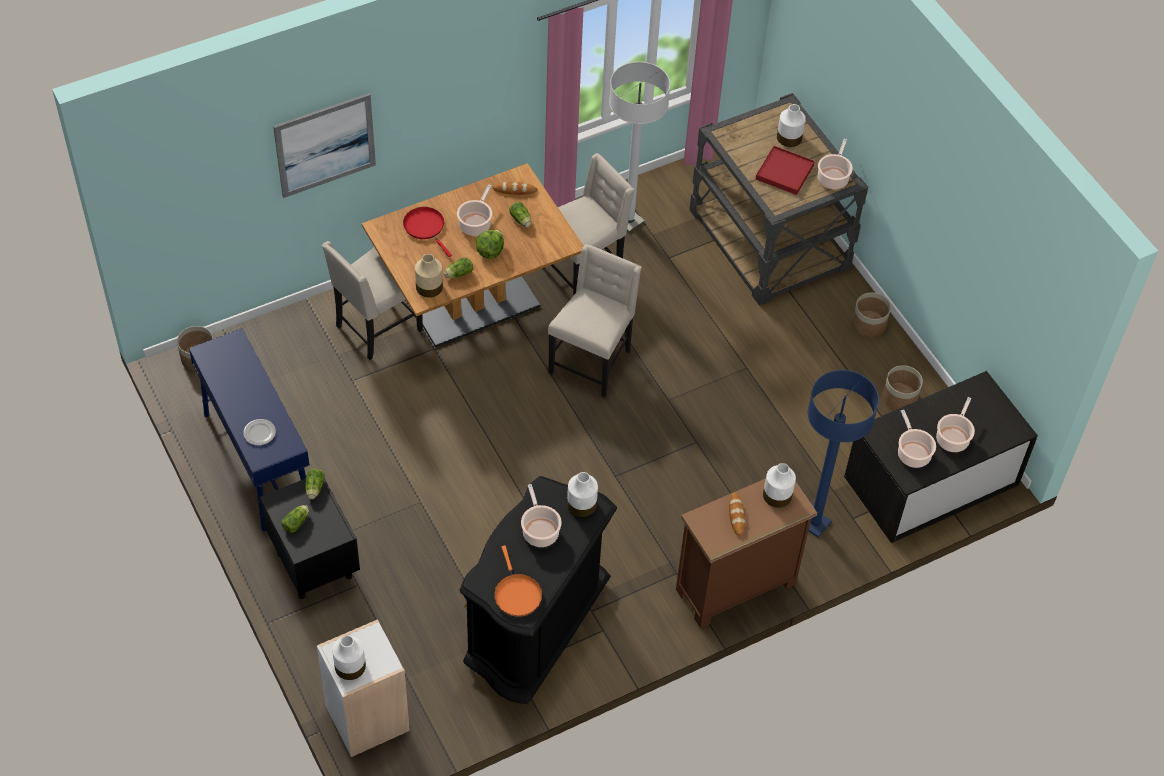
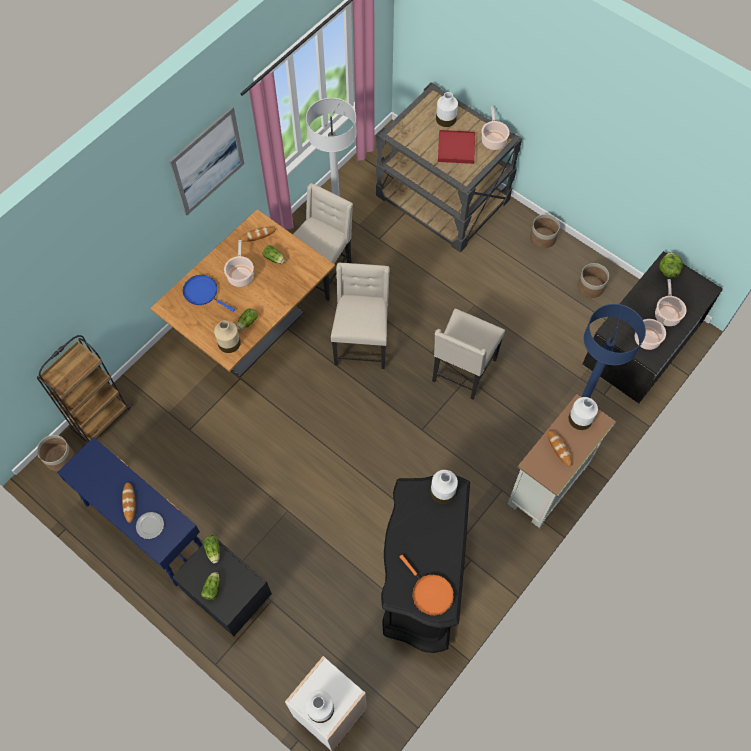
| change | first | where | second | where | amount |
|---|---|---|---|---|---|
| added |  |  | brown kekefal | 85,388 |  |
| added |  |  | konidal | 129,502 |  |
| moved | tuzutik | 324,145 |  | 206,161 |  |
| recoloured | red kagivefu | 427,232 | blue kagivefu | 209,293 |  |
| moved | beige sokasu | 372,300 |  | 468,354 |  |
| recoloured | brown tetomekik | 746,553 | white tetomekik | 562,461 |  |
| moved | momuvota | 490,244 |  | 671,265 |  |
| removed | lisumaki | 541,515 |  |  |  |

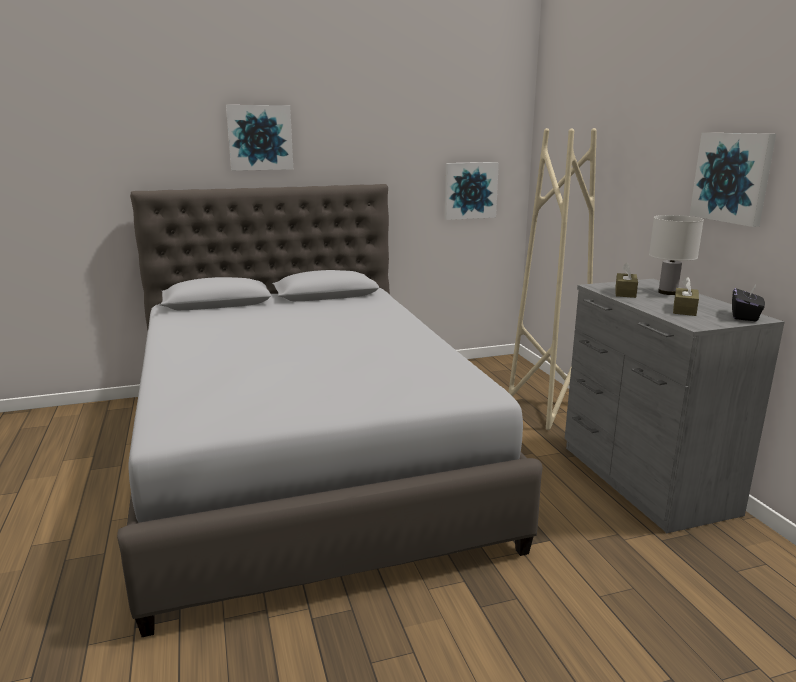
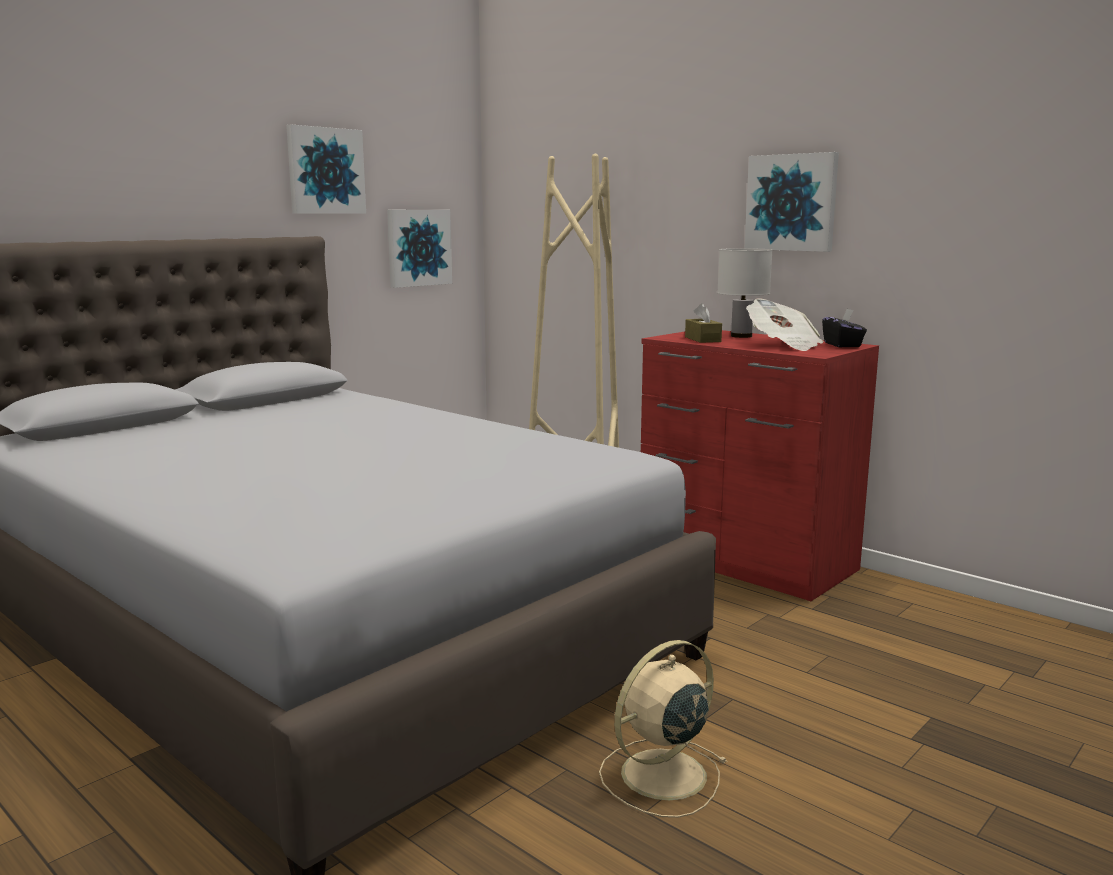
| change | first | where | second | where | amount |
|---|---|---|---|---|---|
| moved | tuzutik | 259,138 |  | 326,169 |  |
| added |  |  | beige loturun | 663,729 |  |
| recoloured | grey tetomekik | 675,406 | red tetomekik | 760,465 |  |
| replaced | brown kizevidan | 686,296 | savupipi | 785,324 |  |

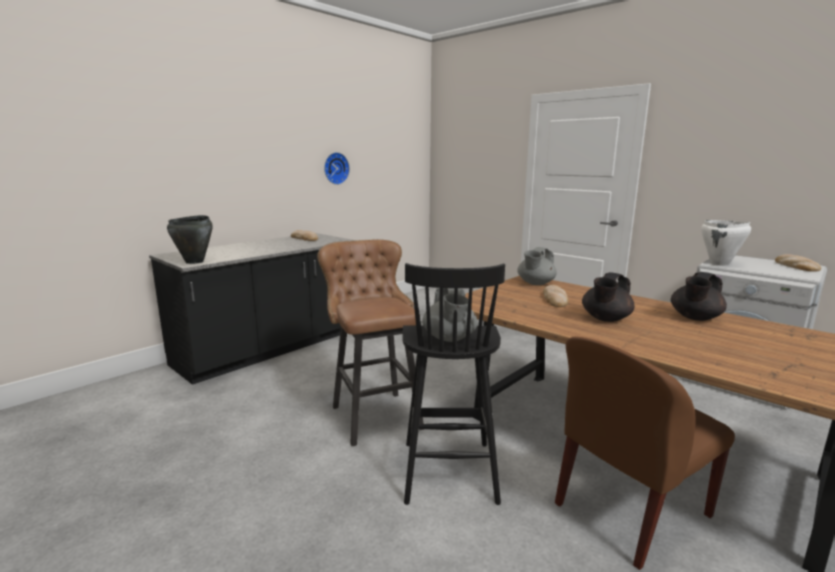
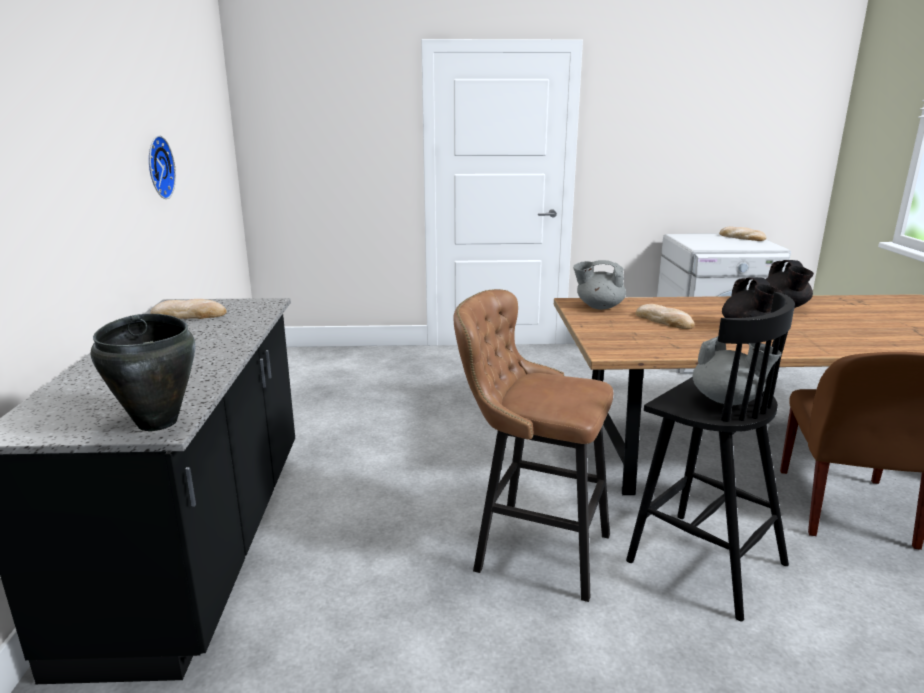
| change | first | where | second | where | amount |
|---|---|---|---|---|---|
| turned | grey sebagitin | 537,266 |  | 599,285 | 105 degrees clockwise |
| removed | white lisumaki | 726,243 |  |  |  |

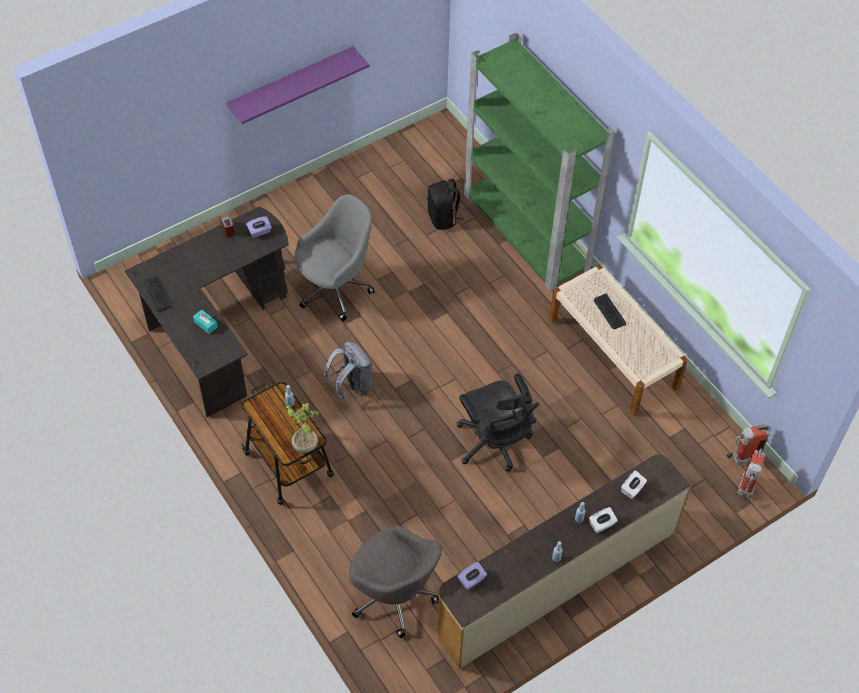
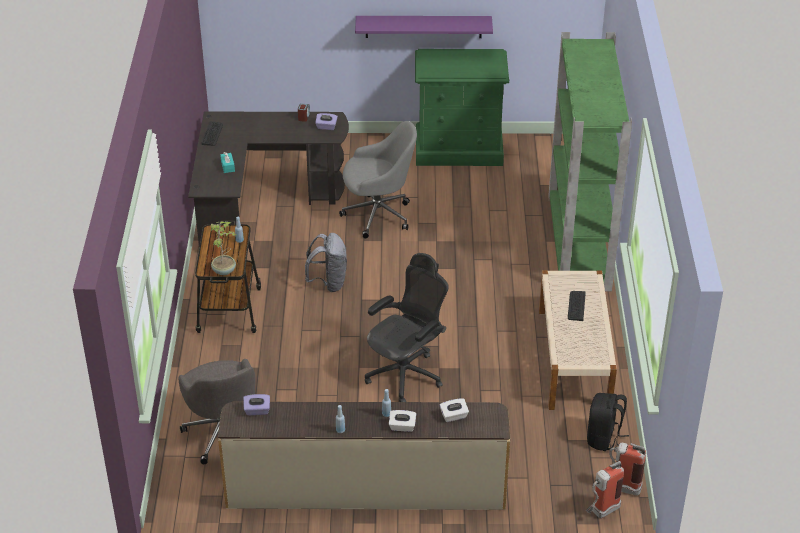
| change | first | where | second | where | amount |
|---|---|---|---|---|---|
| turned | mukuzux | 498,423 |  | 407,327 | 150 degrees counterclockwise |
| added |  |  | green tetomekik | 462,107 |  |
| moved | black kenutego | 445,204 |  | 608,422 |  |

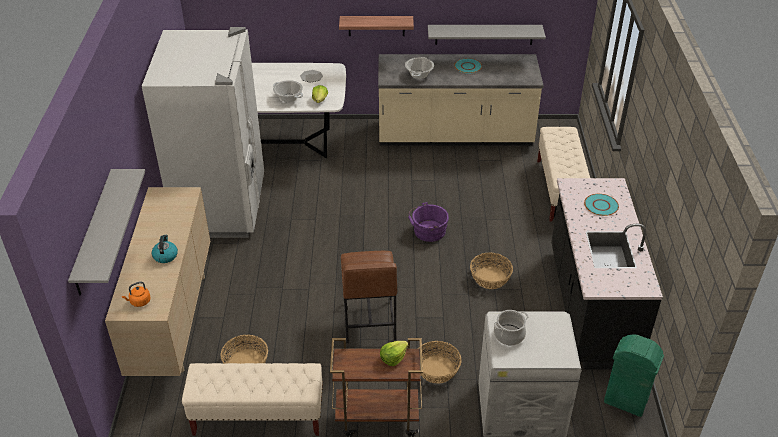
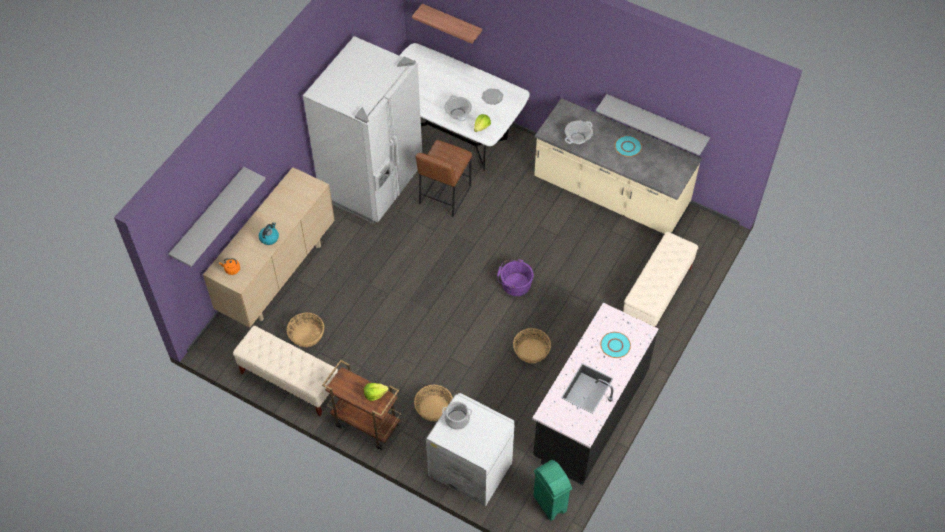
| change | first | where | second | where | amount |
|---|---|---|---|---|---|
| moved | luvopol | 376,26 |  | 447,24 |  |
| moved | brown sokasu | 369,297 |  | 443,178 |  |

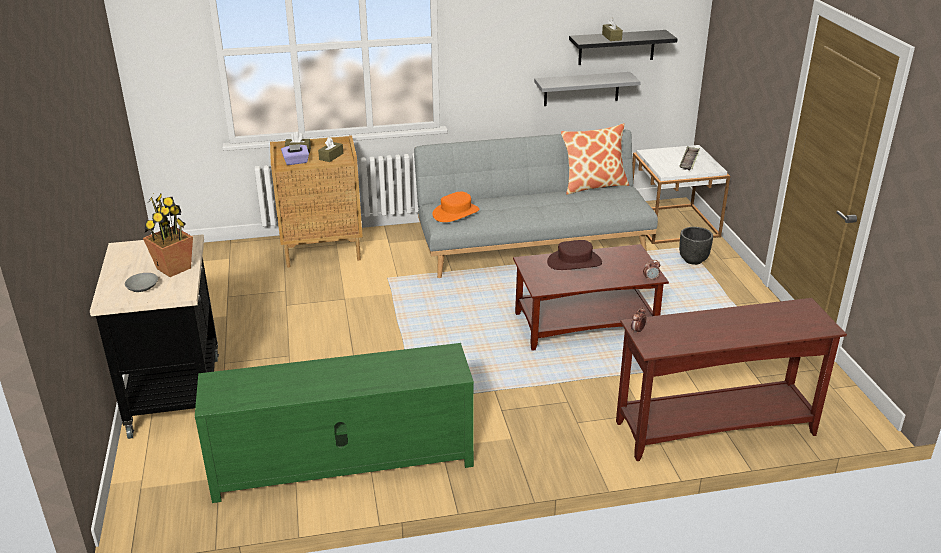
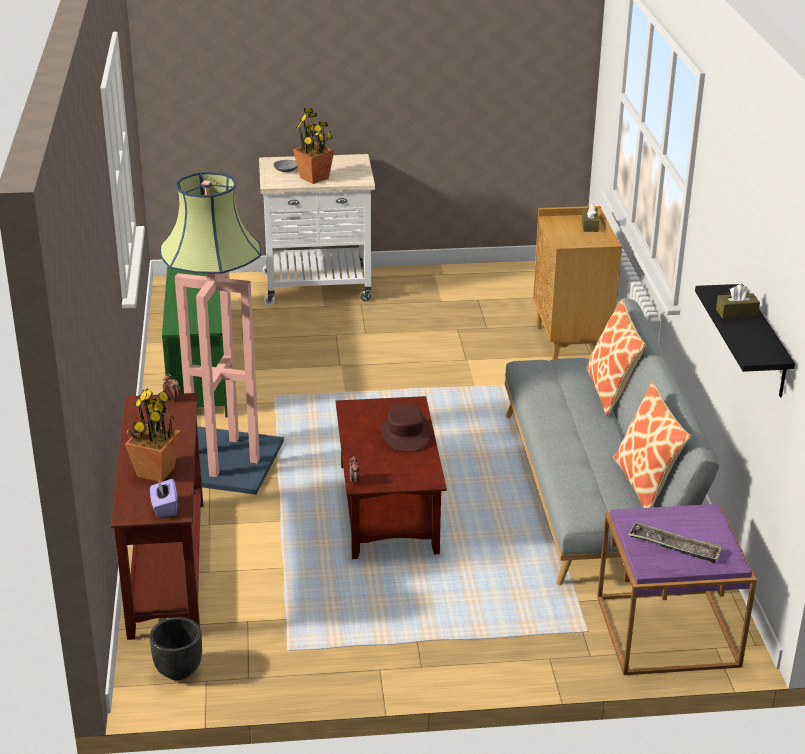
| change | first | where | second | where | amount |
|---|---|---|---|---|---|
| added |  |  | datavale | 152,435 |  |
| moved | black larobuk | 696,246 |  | 175,648 |  |
| moved | purple kizevidan | 295,154 |  | 163,498 |  |
| added |  |  | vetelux | 222,333 |  |
| recoloured | black kekefal | 154,336 | white kekefal | 317,229 |  |
| added |  |  | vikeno | 616,357 |  |
| recoloured | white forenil | 681,194 | purple forenil | 677,589 |  |
| removed | brown kizevidan | 330,149 |  |  |  |
| removed | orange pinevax | 455,207 |  |  |  |
| removed | grey luvopol | 587,89 |  |  |  |

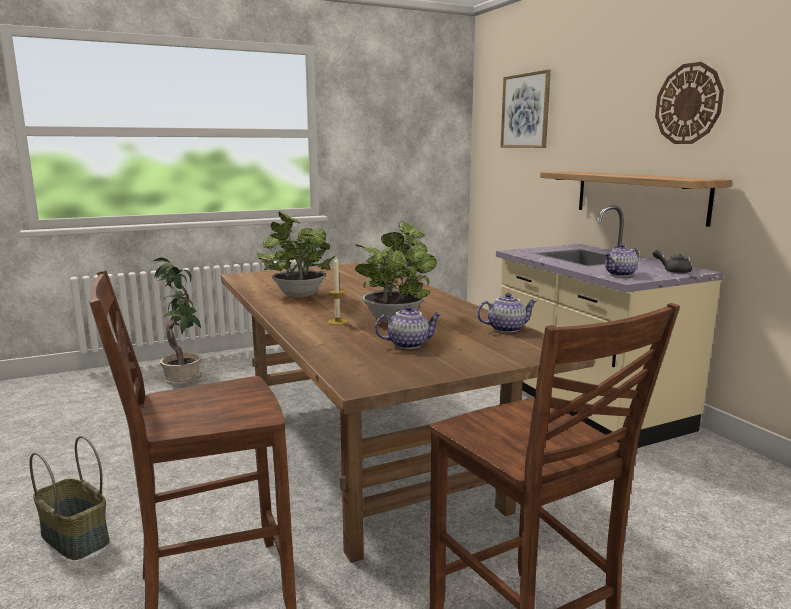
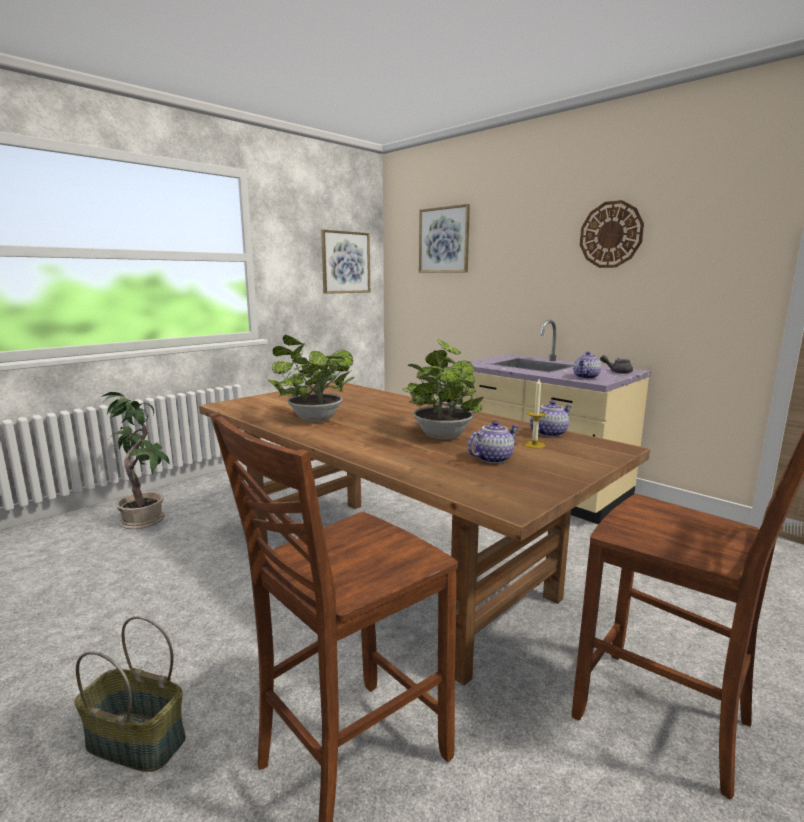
| change | first | where | second | where | amount |
|---|---|---|---|---|---|
| added |  |  | tuzutik | 345,262 |  |
| moved | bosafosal | 337,291 |  | 535,413 |  |
| removed | luvopol | 636,199 |  |  |  |

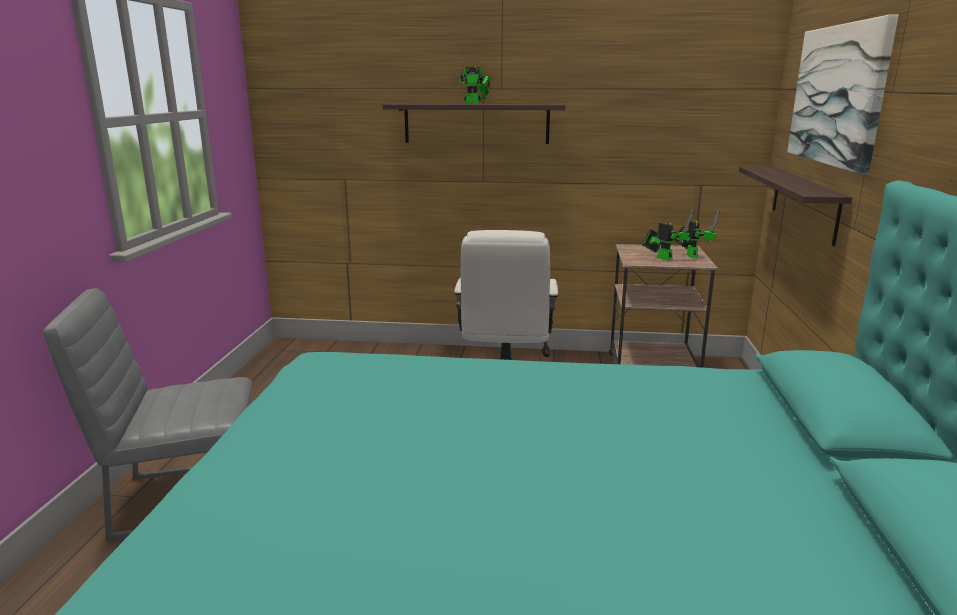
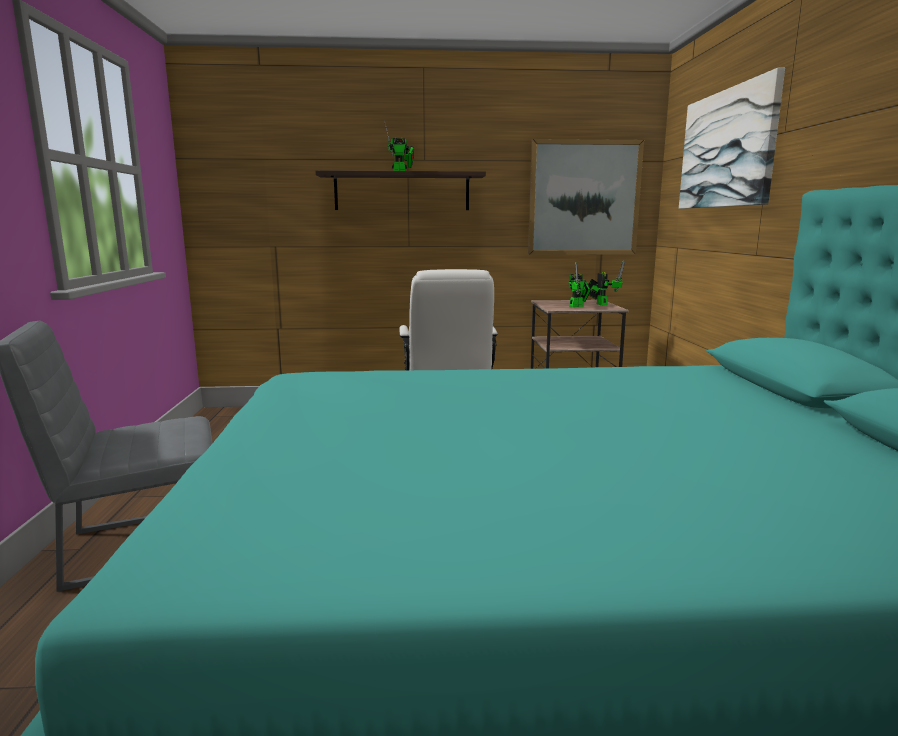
| change | first | where | second | where | amount |
|---|---|---|---|---|---|
| added |  |  | tuzutik | 586,197 |  |
| turned | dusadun | 668,235 |  | 580,284 | 105 degrees clockwise |
| removed | luvopol | 796,206 |  |  |  |

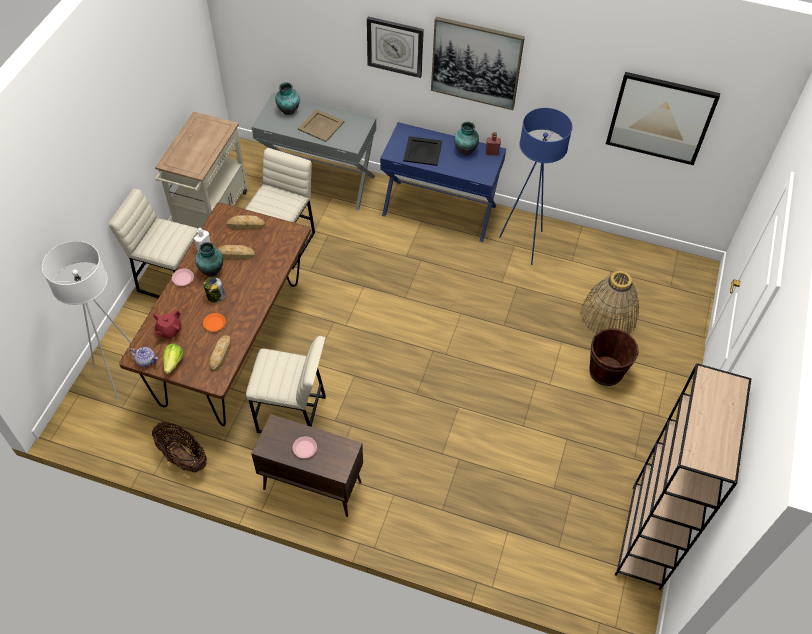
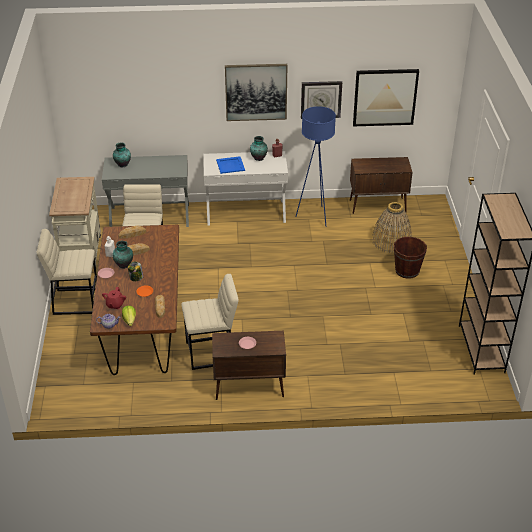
| change | first | where | second | where | amount |
|---|---|---|---|---|---|
| recoloured | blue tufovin | 443,182 | white tufovin | 245,188 |  |
| recoloured | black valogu | 422,151 | blue valogu | 230,165 |  |
| moved | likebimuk | 395,47 |  | 321,100 |  |
| added |  |  | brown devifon | 381,185 |  |
| removed | white vetelux | 86,321 |  |  |  |
| removed | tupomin | 179,447 |  |  |  |
| removed | beige valogu | 321,125 |  |  |  |

